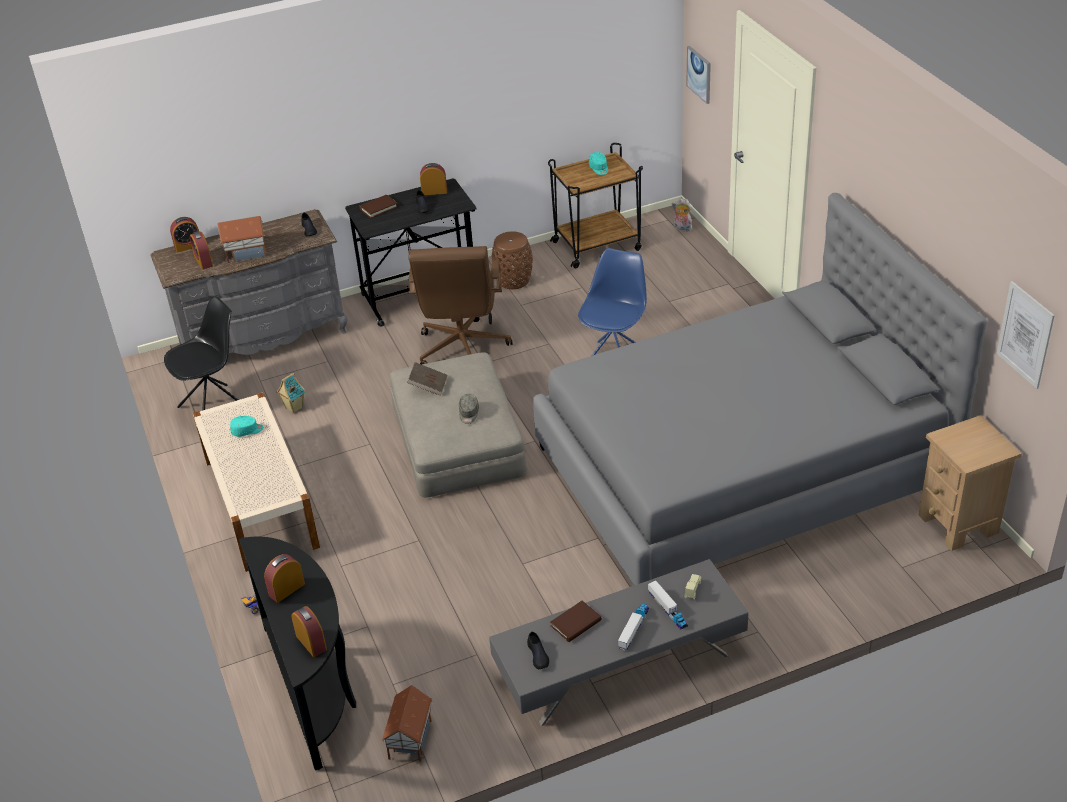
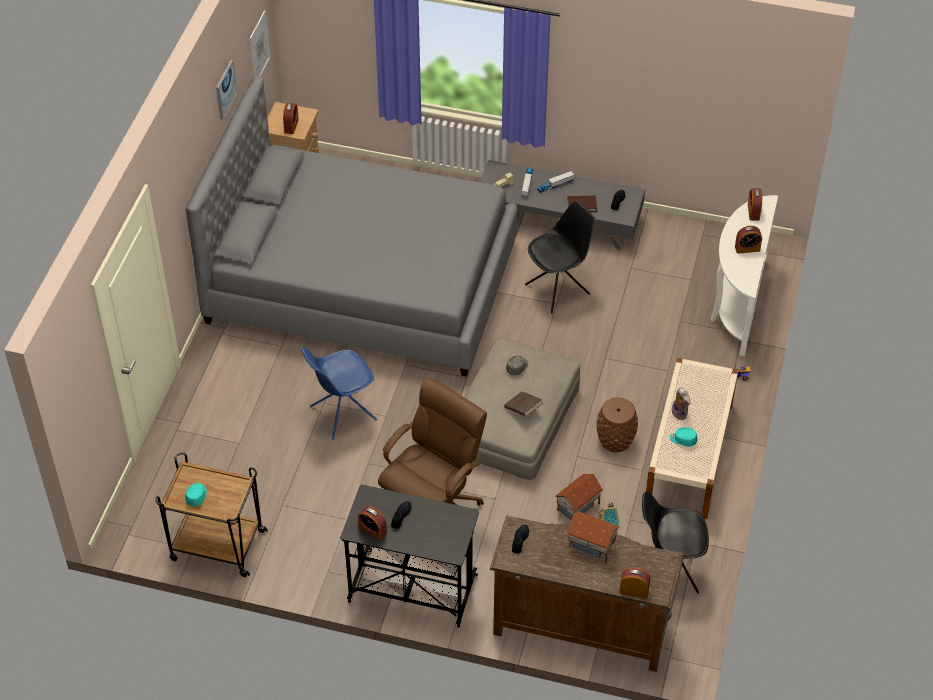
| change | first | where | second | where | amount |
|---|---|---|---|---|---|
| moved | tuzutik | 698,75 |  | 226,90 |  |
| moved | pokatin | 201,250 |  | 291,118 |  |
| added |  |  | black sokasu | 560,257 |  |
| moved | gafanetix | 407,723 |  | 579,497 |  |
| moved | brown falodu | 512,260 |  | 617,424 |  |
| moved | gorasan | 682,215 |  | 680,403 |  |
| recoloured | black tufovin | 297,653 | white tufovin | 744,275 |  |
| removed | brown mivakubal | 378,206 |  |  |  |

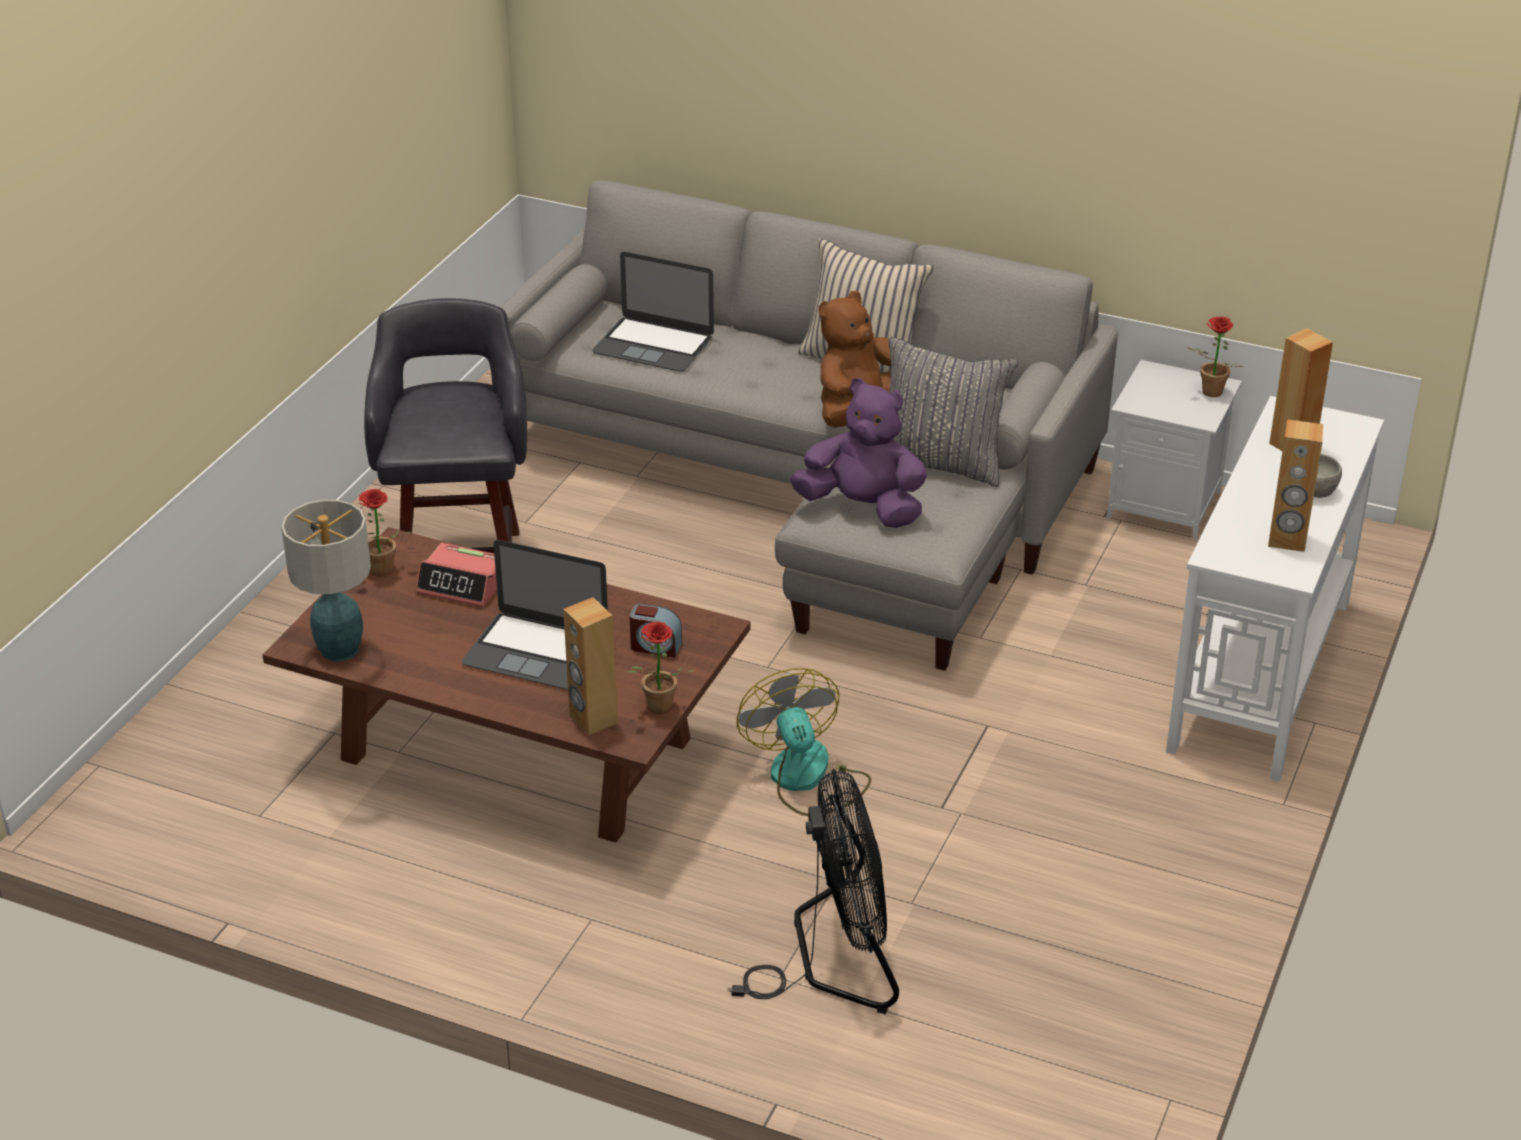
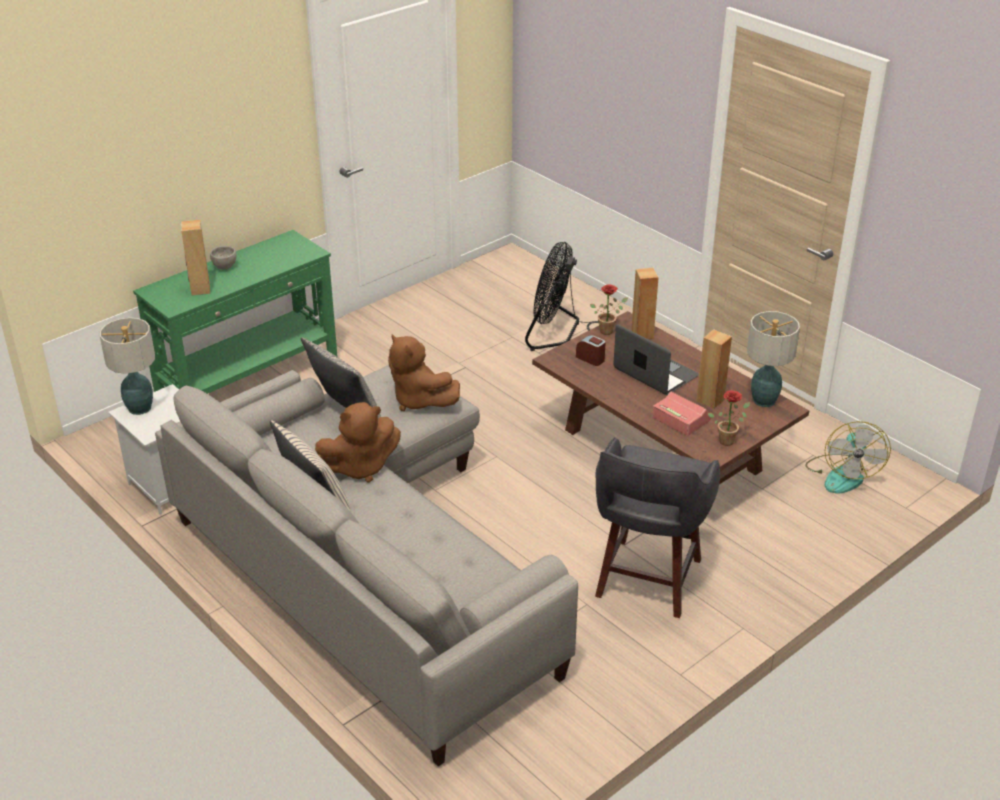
| change | first | where | second | where | amount |
|---|---|---|---|---|---|
| replaced | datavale | 1214,357 | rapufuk | 127,366 |  |
| recoloured | white tufovin | 1275,589 | green tufovin | 235,312 |  |
| recoloured | purple gorasan | 858,453 | brown gorasan | 424,372 |  |
| moved | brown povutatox | 1295,485 |  | 714,369 |  |
| moved | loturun | 804,742 |  | 848,457 |  |
| removed | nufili | 653,312 |  |  |  |

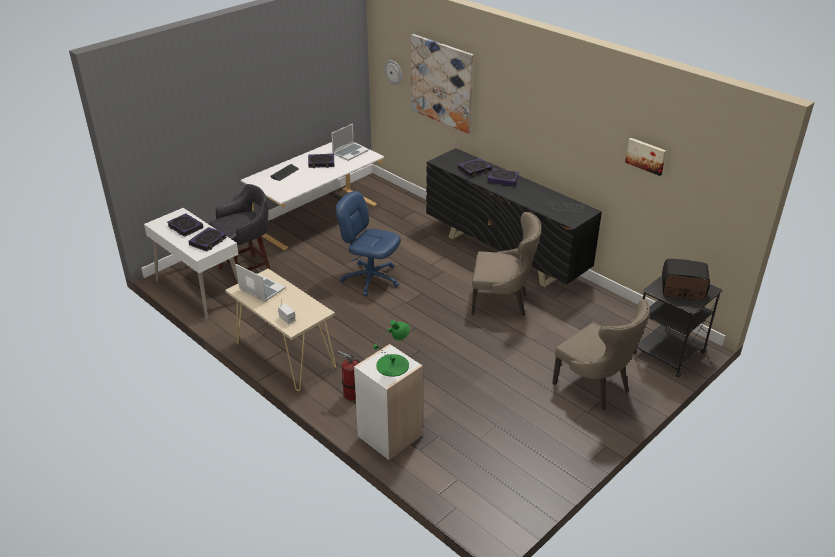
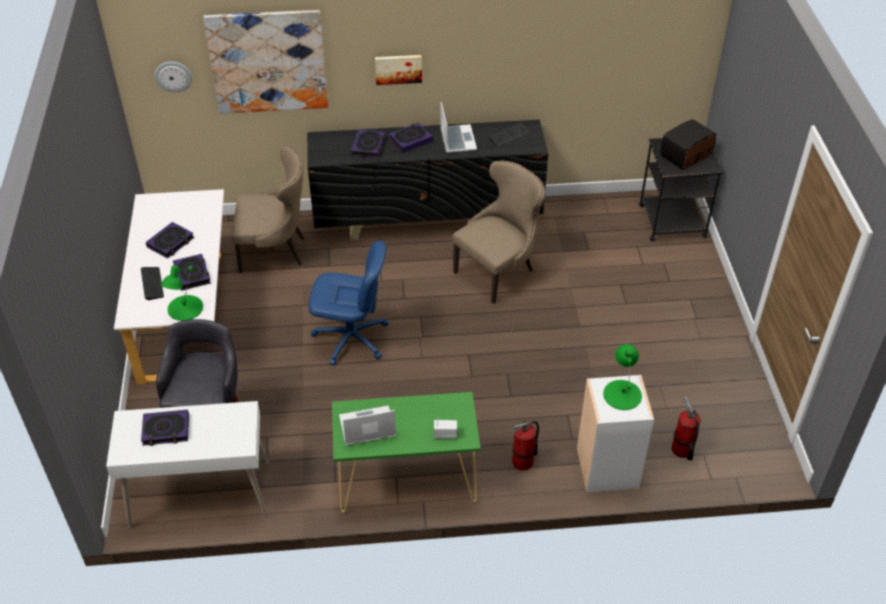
| change | first | where | second | where | amount |
|---|---|---|---|---|---|
| added |  |  | green rapufuk | 182,293 |  |
| moved | mivakubal | 208,239 |  | 192,272 |  |
| moved | beige sokasu | 601,354 |  | 268,209 |  |
| turned | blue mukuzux | 368,243 |  | 349,303 | 150 degrees counterclockwise |
| recoloured | beige tufovin | 280,330 | green tufovin | 406,452 |  |
| moved | tuzutik | 645,157 |  | 398,70 |  |
| moved | nufili | 350,142 |  | 459,127 |  |
| added |  |  | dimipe | 686,428 |  |

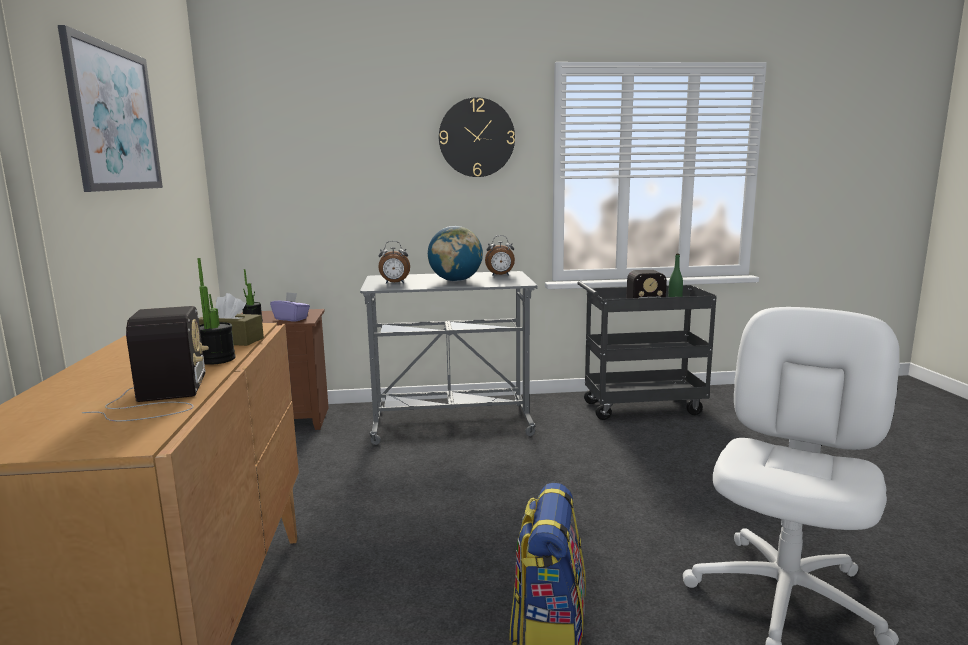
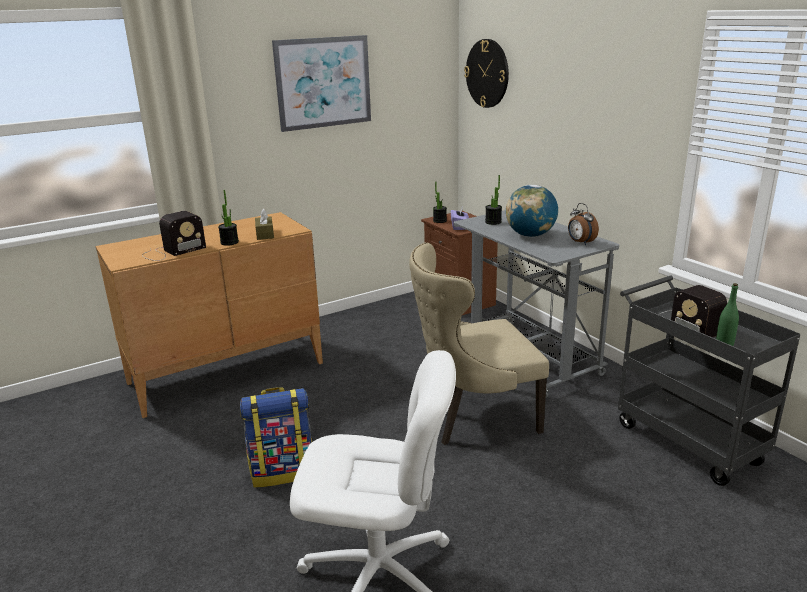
| change | first | where | second | where | amount |
|---|---|---|---|---|---|
| added |  |  | beige sokasu | 479,344 |  |
| moved | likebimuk | 477,137 |  | 486,73 |  |
| replaced | pokatin | 394,262 | datavale | 493,200 |  |

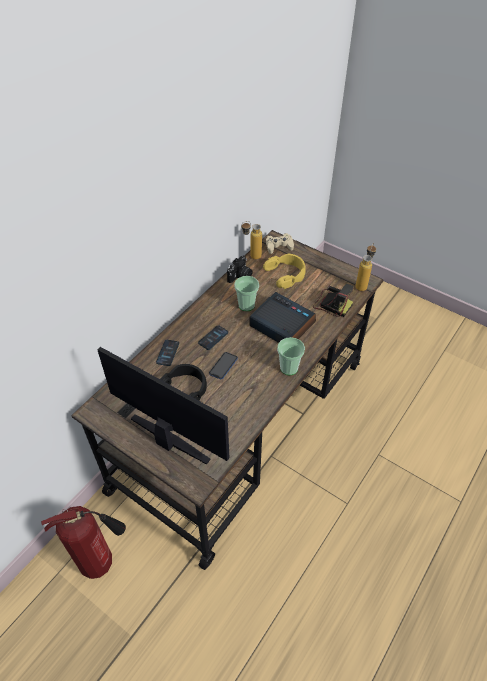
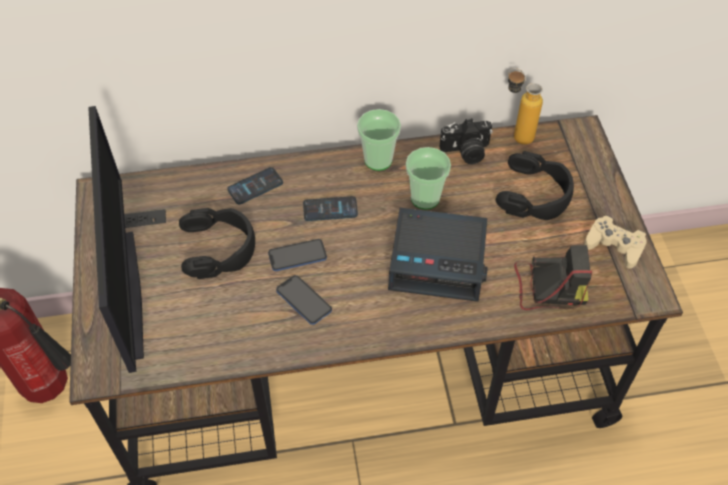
| change | first | where | second | where | amount |
|---|---|---|---|---|---|
| added |  |  | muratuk | 304,300 |  |
| moved | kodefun | 291,356 |  | 379,140 |  |
| turned | pokatin | 283,317 |  | 438,255 | 105 degrees clockwise |
| recoloured | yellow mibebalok | 284,271 | black mibebalok | 535,185 |  |
| turned | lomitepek | 333,300 |  | 553,277 | 75 degrees counterclockwise |
| moved | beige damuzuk | 280,243 |  | 615,242 |  |
| removed | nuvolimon | 365,267 |  |  |  |

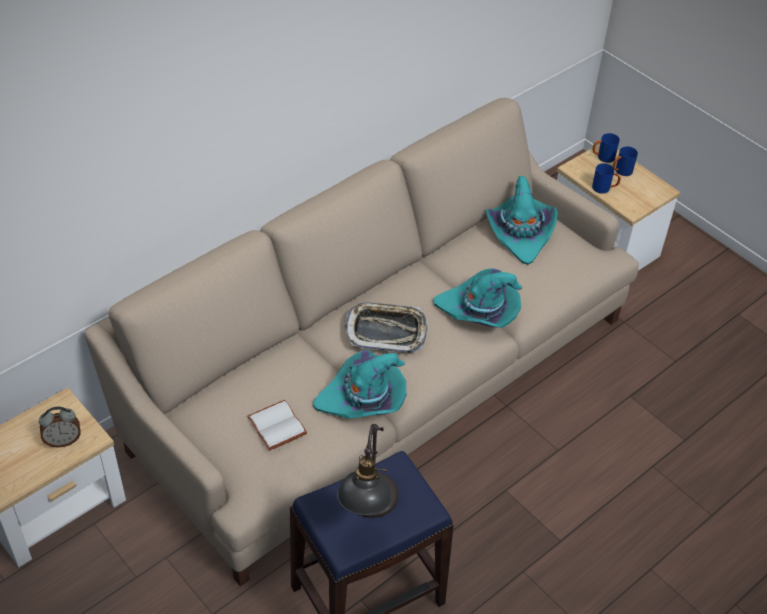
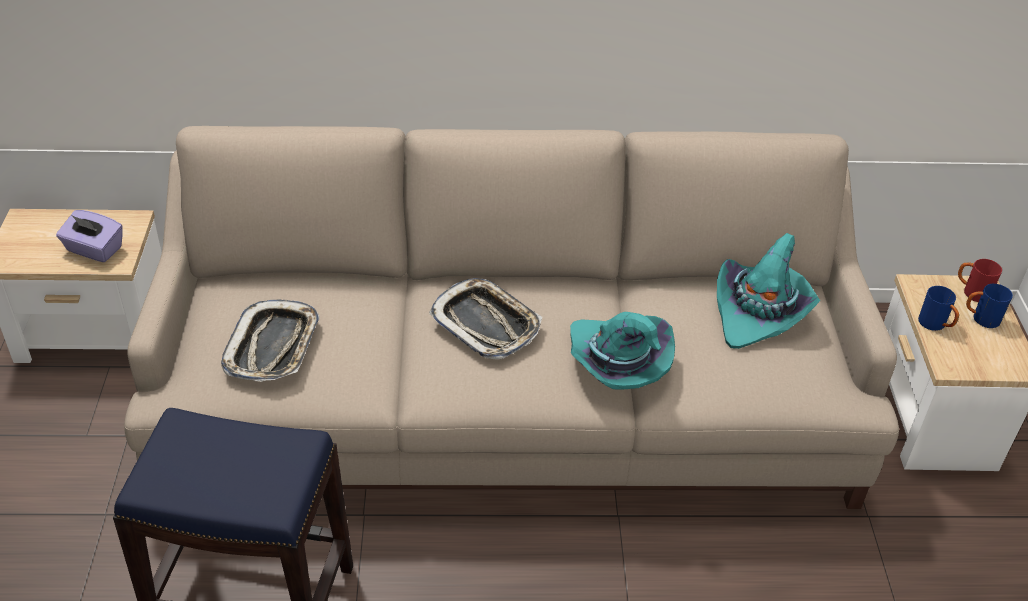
| change | first | where | second | where | amount |
|---|---|---|---|---|---|
| replaced | pokatin | 60,427 | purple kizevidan | 89,236 |  |
| replaced | white mivakubal | 277,425 | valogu | 270,341 |  |
| recoloured | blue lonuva | 606,148 | red lonuva | 980,280 |  |
| removed | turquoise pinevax | 359,384 |  |  |  |
| removed | grey rapufuk | 368,471 |  |  |  |

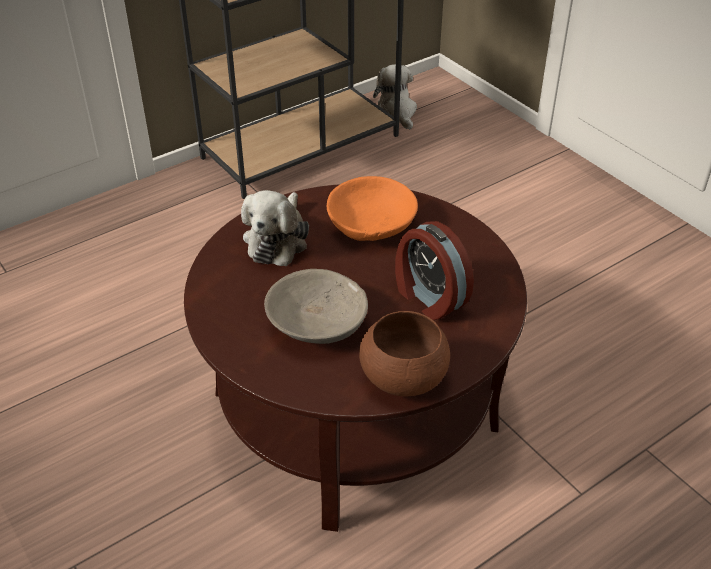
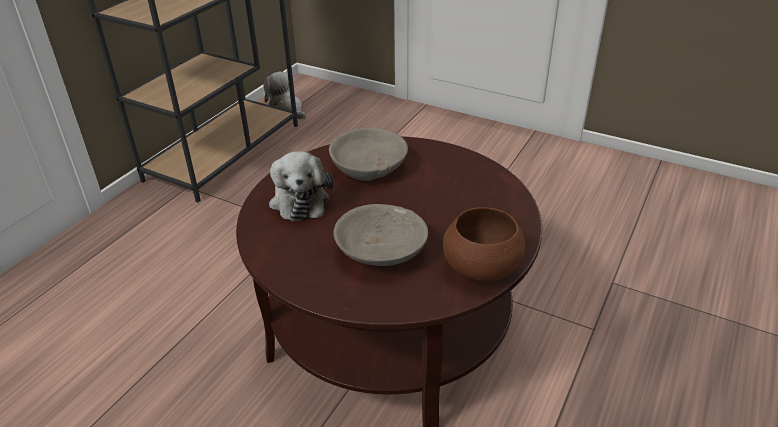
| change | first | where | second | where | amount |
|---|---|---|---|---|---|
| recoloured | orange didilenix | 372,208 | grey didilenix | 368,154 |  |
| removed | pokatin | 434,270 |  |  |  |

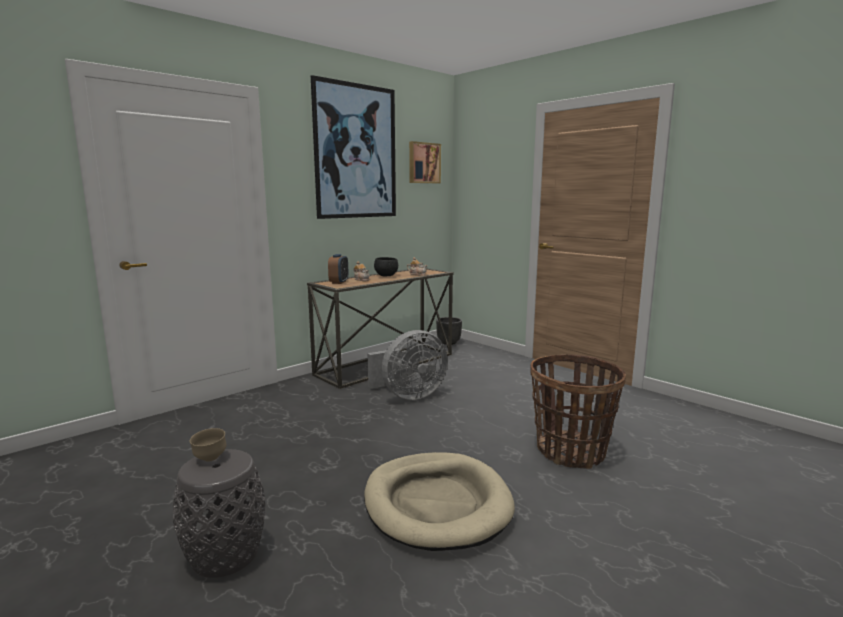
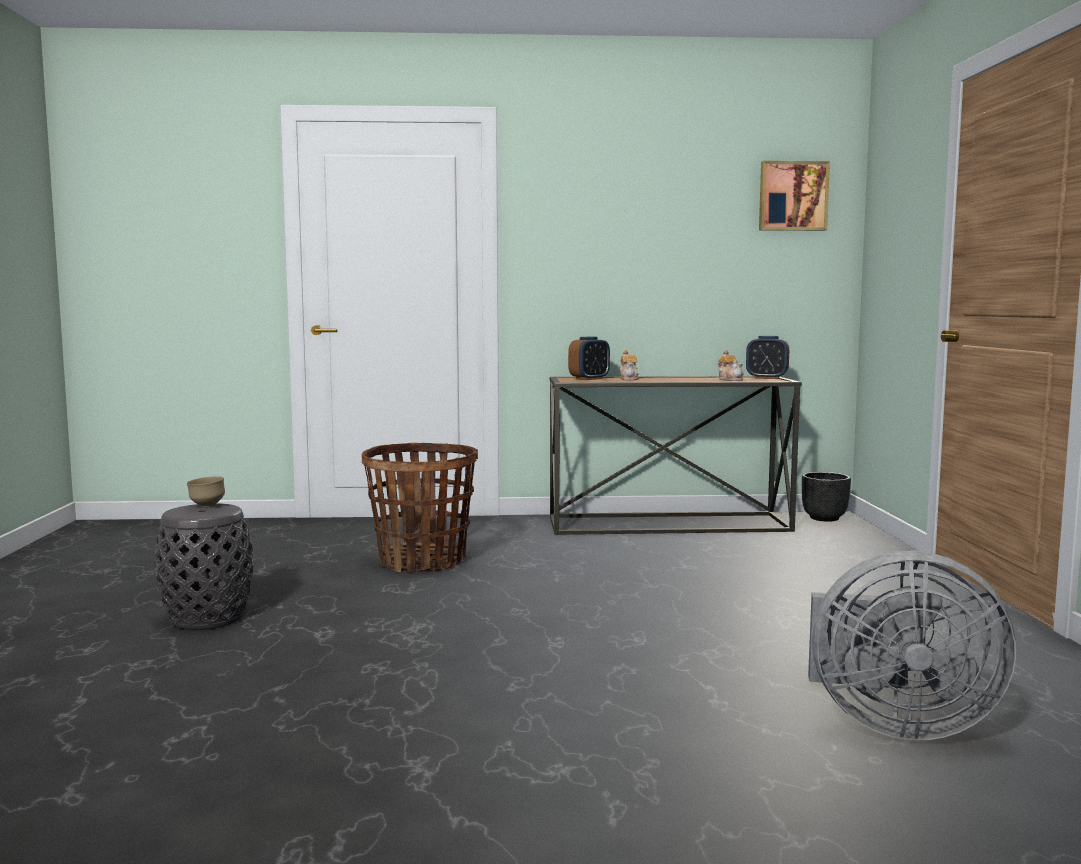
| change | first | where | second | where | amount |
|---|---|---|---|---|---|
| moved | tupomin | 578,411 |  | 420,507 |  |
| added |  |  | pokatin | 767,357 |  |
| moved | grey loturun | 408,365 |  | 912,645 |  |
| removed | tuzutik | 353,147 |  |  |  |
| removed | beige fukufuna | 439,501 |  |  |  |
| removed | black didilenix | 386,266 |  |  |  |

